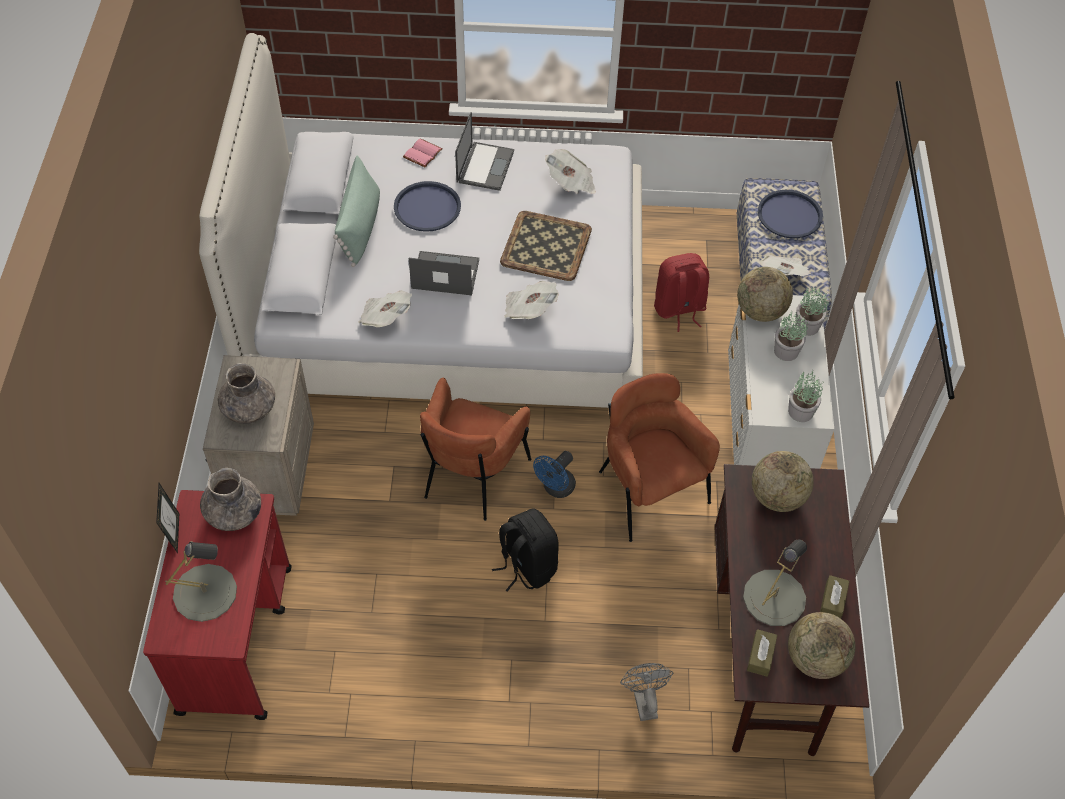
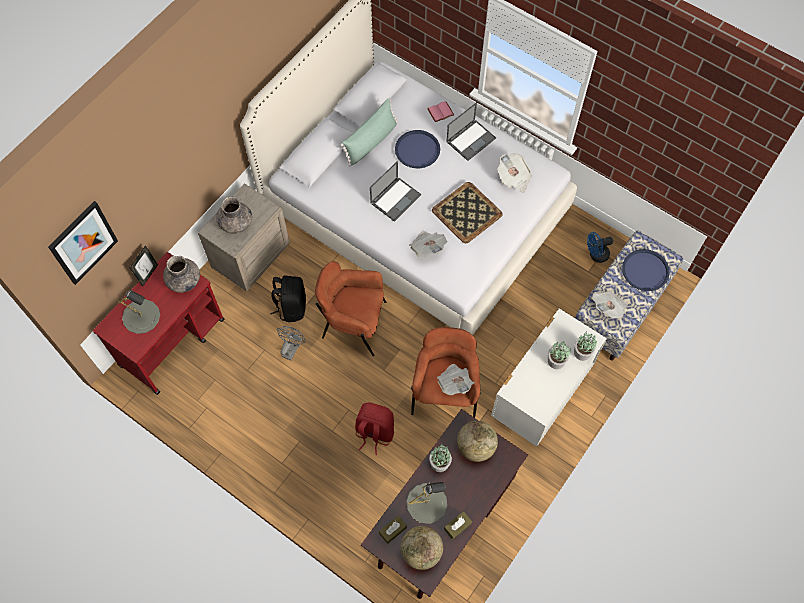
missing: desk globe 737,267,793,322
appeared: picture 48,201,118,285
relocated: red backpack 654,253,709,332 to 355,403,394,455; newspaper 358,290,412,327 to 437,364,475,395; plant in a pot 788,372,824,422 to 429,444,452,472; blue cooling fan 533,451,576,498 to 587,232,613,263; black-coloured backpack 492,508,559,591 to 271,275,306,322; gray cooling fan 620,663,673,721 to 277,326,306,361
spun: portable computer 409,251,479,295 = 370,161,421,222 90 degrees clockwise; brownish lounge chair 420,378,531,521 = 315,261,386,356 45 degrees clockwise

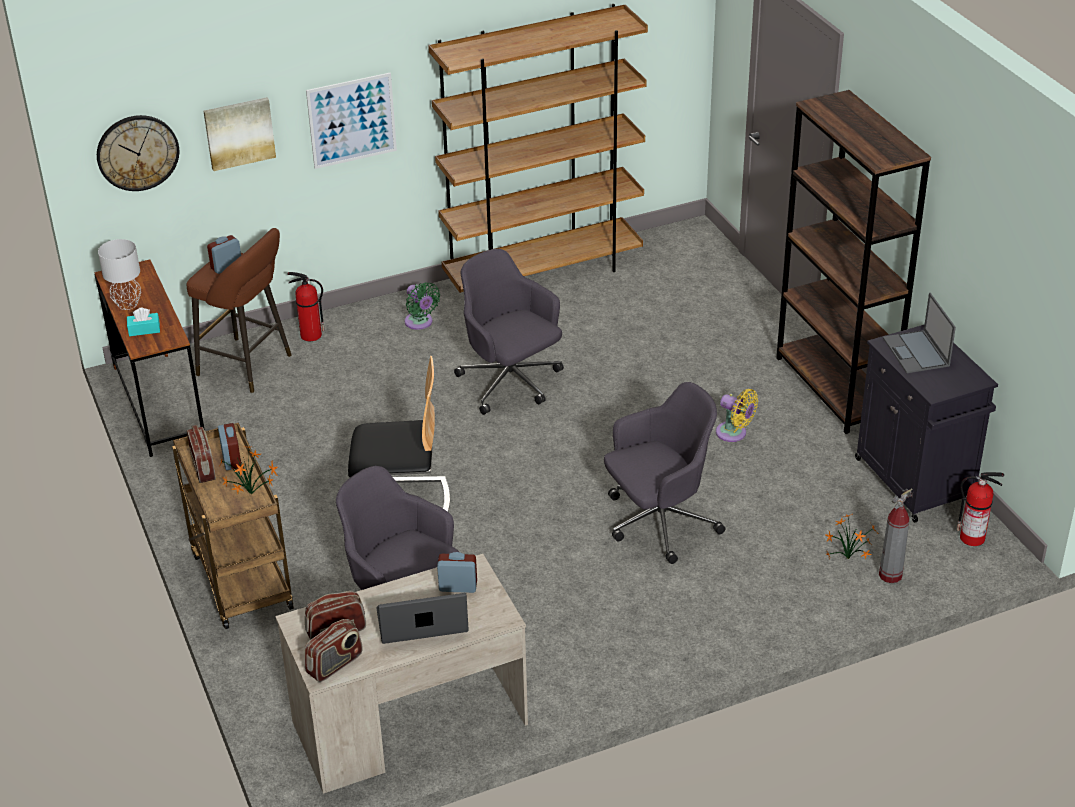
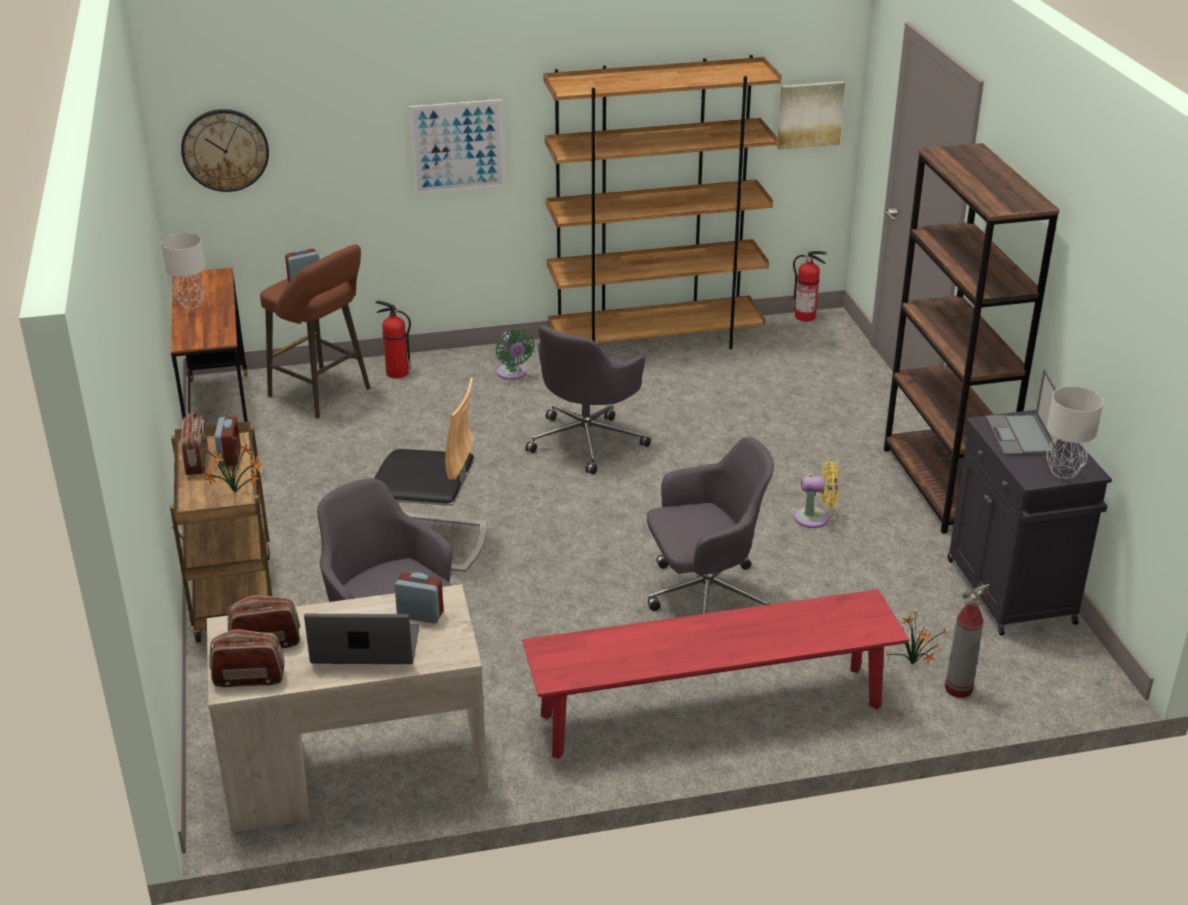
missing: turquoise-coloured box of tissues 127,307,160,336
appeared: gray table lamp 1046,386,1103,479; red long seat 522,589,909,759
relocated: picture 203,97,276,171 to 777,81,845,150; fire extinguisher 957,472,1004,546 to 793,251,827,321
spun: gray desk chair 454,249,564,415 = 525,325,651,475 120 degrees counterclockwise; yellowish cooling fan 716,389,758,442 = 794,461,839,528 45 degrees counterclockwise; radio receiver 305,619,363,682 = 209,629,285,687 150 degrees counterclockwise

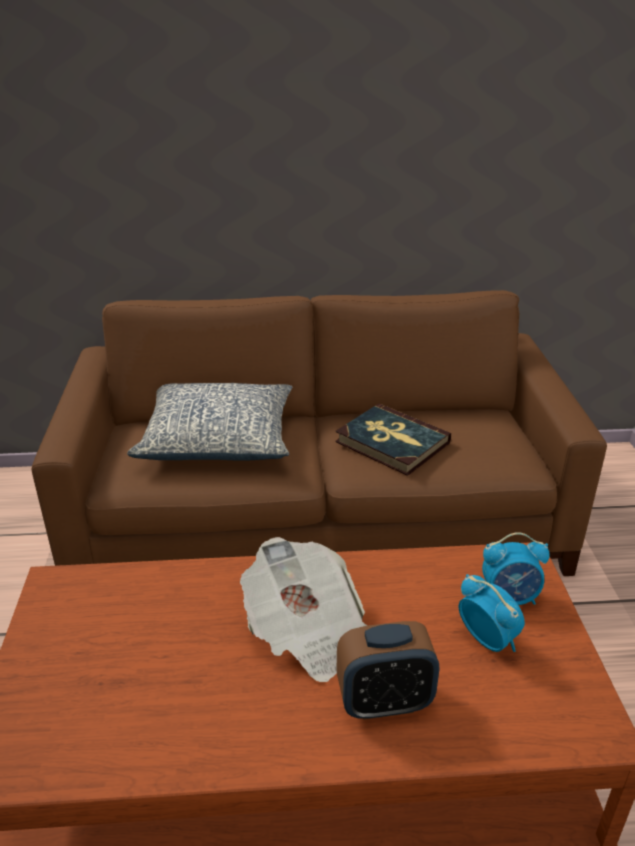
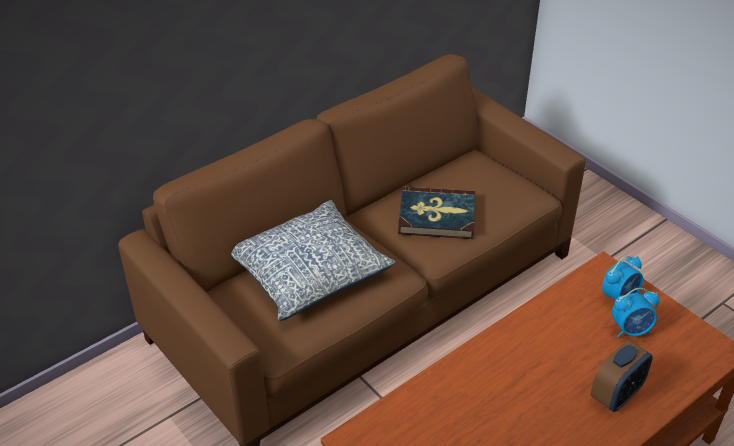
missing: newspaper 240,537,368,682
spun: alarm clock 459,574,525,652 = 612,288,659,338 150 degrees clockwise

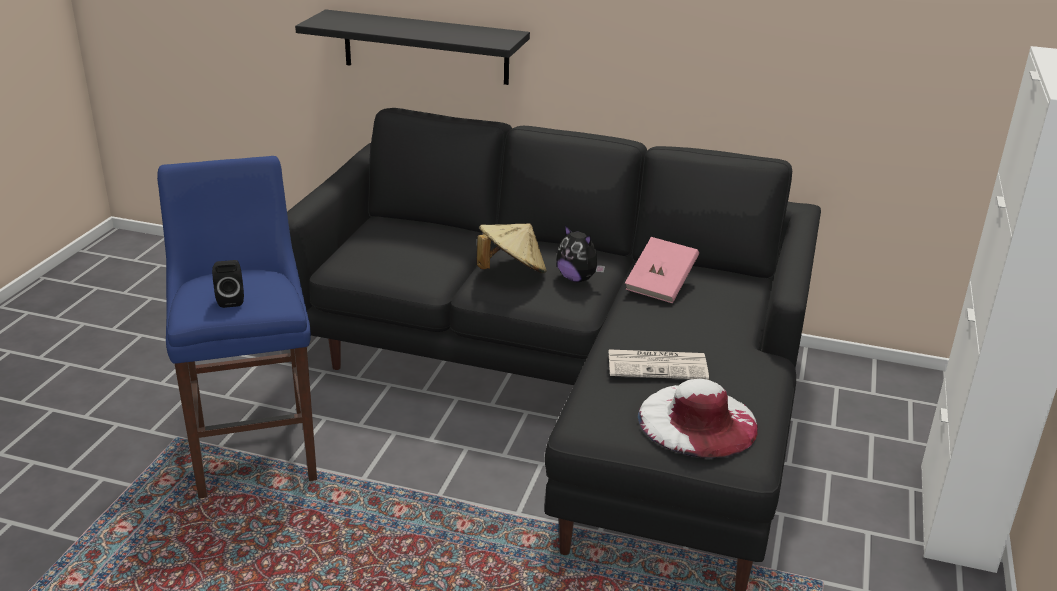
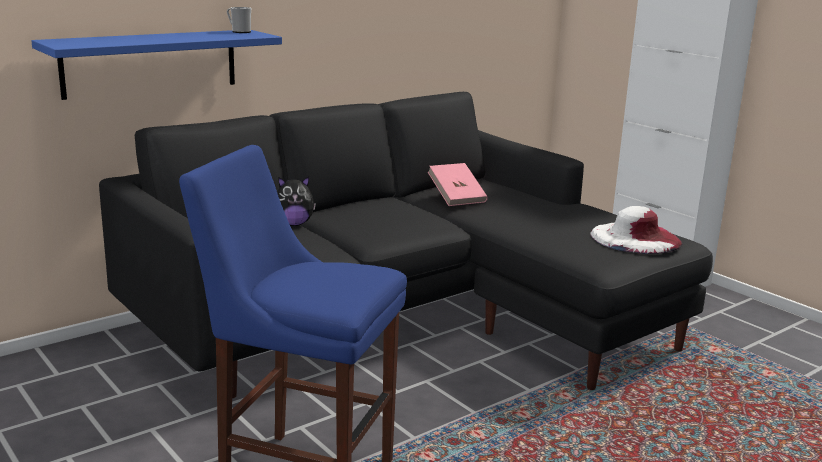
missing: sand-coloured wearable hat 476,223,547,273; black-coloured speaker 212,260,244,308; newspaper 608,349,709,380
appeared: tea mug 227,7,251,33
relocated: plush toy 556,225,605,282 to 277,176,316,226
colour: black-coloured shelf 295,9,530,85 to blue shelf 31,30,282,100

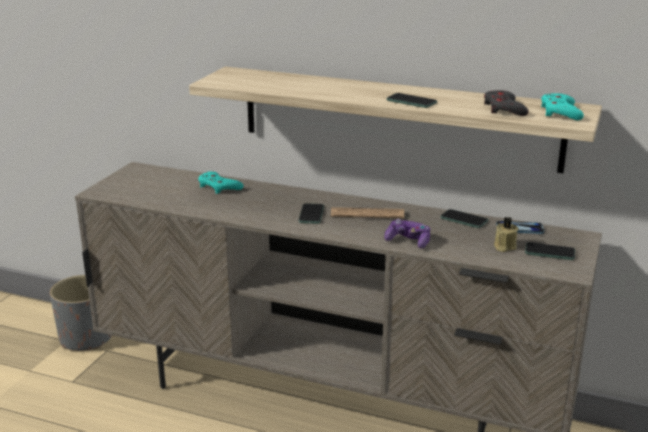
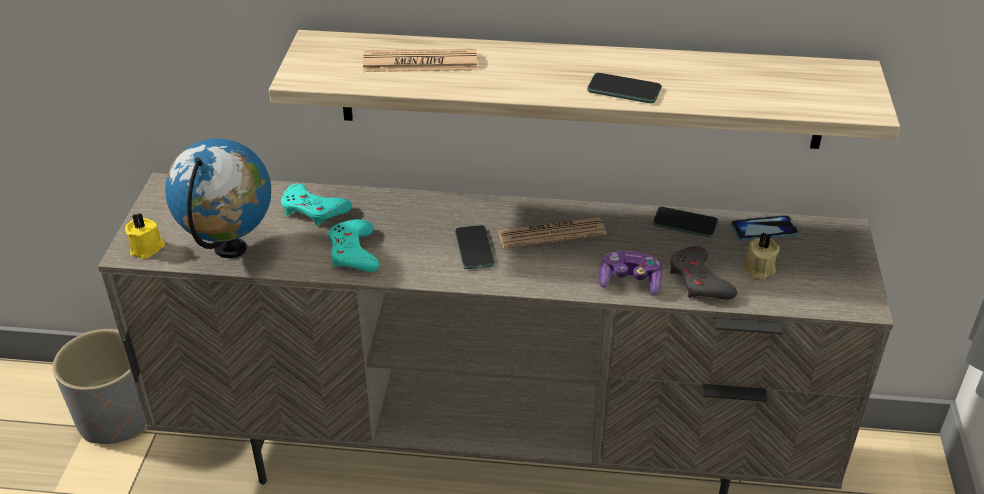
missing: handset 525,242,575,260
appeared: newspaper 363,49,477,72; desk globe 165,138,271,258; yellowish wax light 125,213,165,259
relocated: gray gamepad 484,90,529,116 to 670,246,737,300; turquoise-coloured gamepad 541,93,584,120 to 328,219,379,272

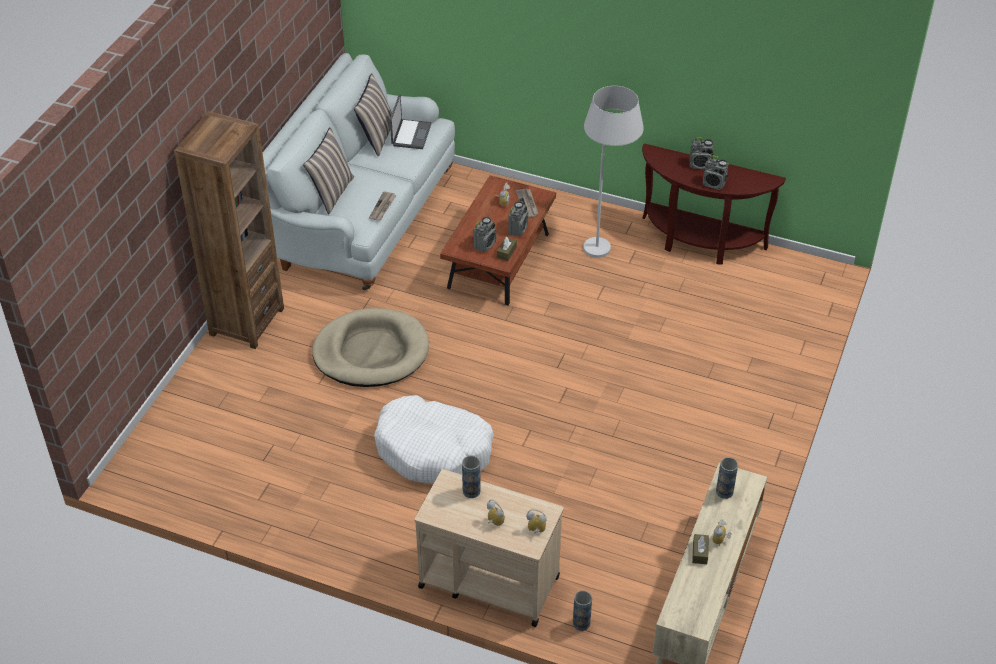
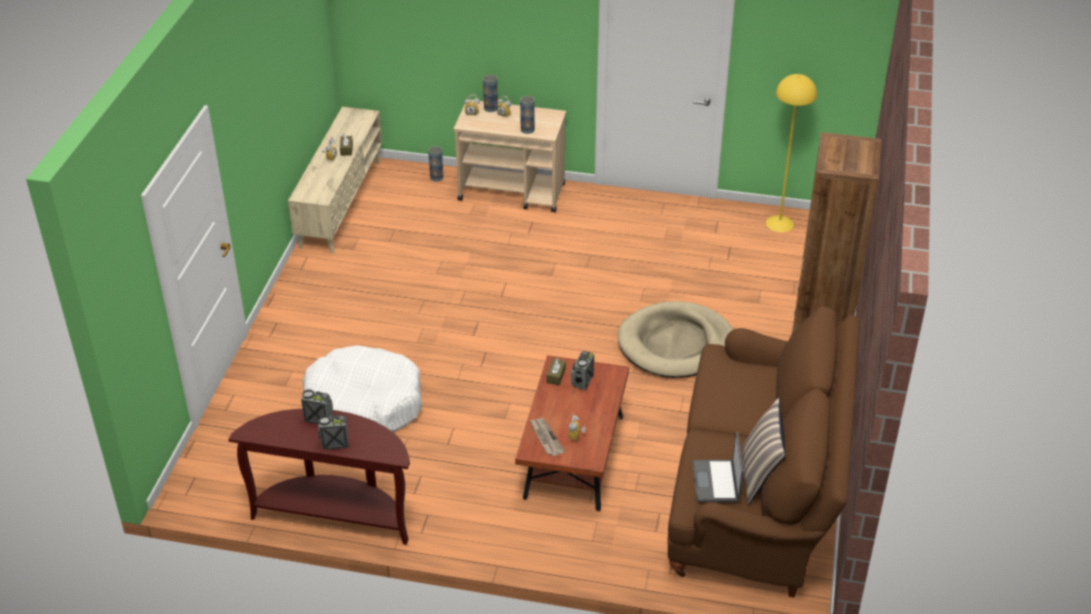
missing: whitish standard lamp 583,86,644,258; pillow 303,127,354,214; newspaper 369,191,397,221; radio receiver 508,201,528,236
appeared: yellowish standard lamp 766,74,817,232
relocated: whitish dog cushion 374,395,494,484 to 302,345,422,432; flower vase 716,457,738,499 to 483,75,498,112
colour: whitish sofa 263,53,455,290 to brownish sofa 668,306,860,598

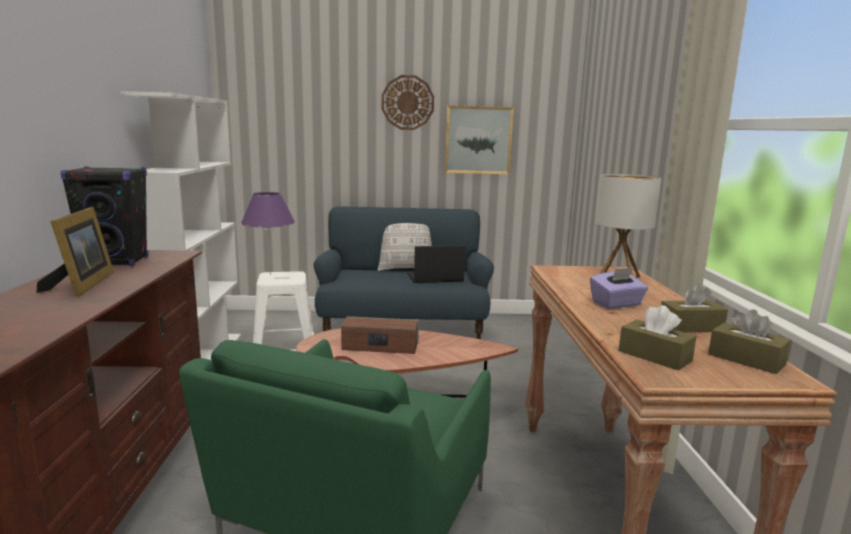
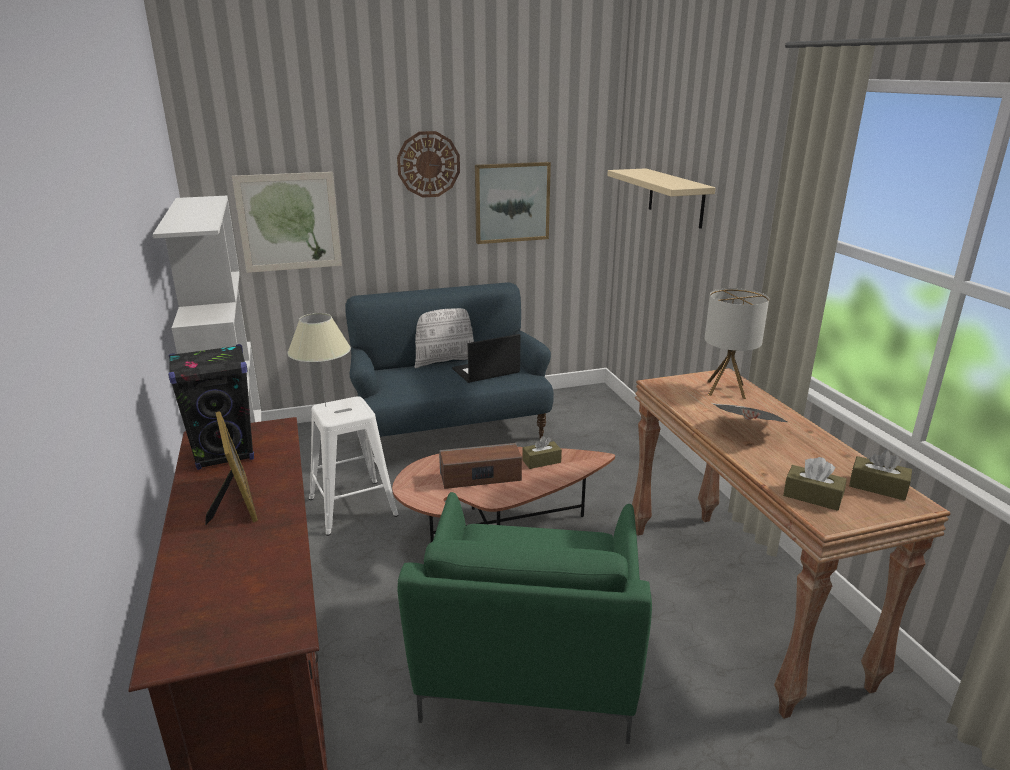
appeared: sand-coloured shelf 607,168,716,229; picture 232,172,342,273
relocated: brownish box of tissues 661,284,728,332 to 522,436,562,469
exchanged: purple box of tissues 590,268,648,309 to newspaper 712,403,787,422
colour: purple table lamp 241,192,295,275 to sand-coloured table lamp 287,313,351,407

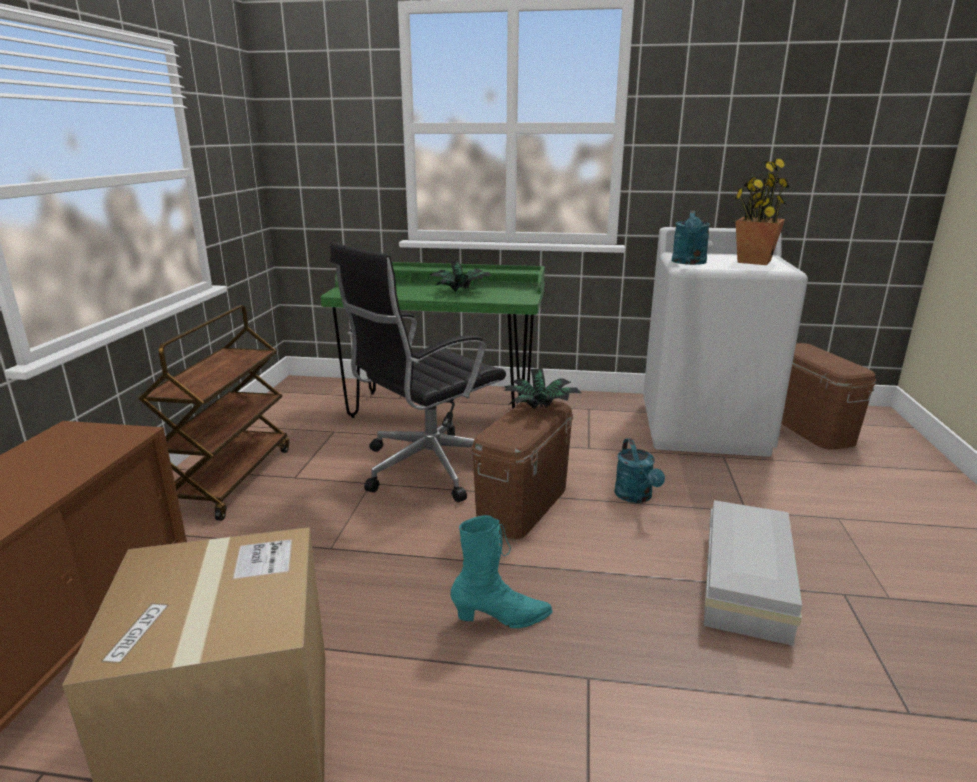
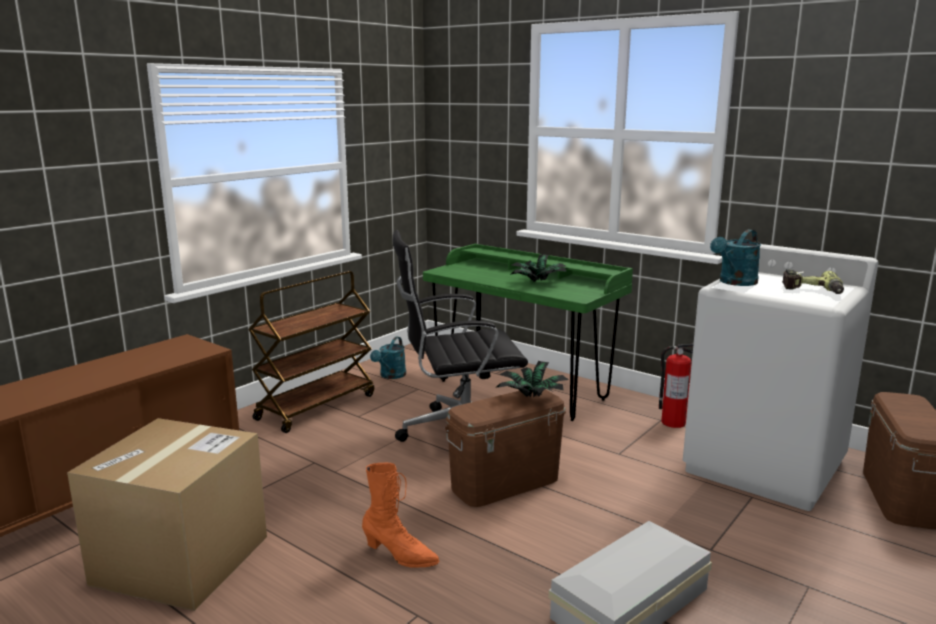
appeared: fire extinguisher 659,344,693,428
relocated: turquoise-coloured sprinkling can 614,438,665,503 to 370,336,406,379
exchanged: plant in a pot 735,159,790,265 to power drill 782,270,844,294
colour: turquoise-coloured high-top boot 450,515,553,628 to orange high-top boot 362,463,439,568

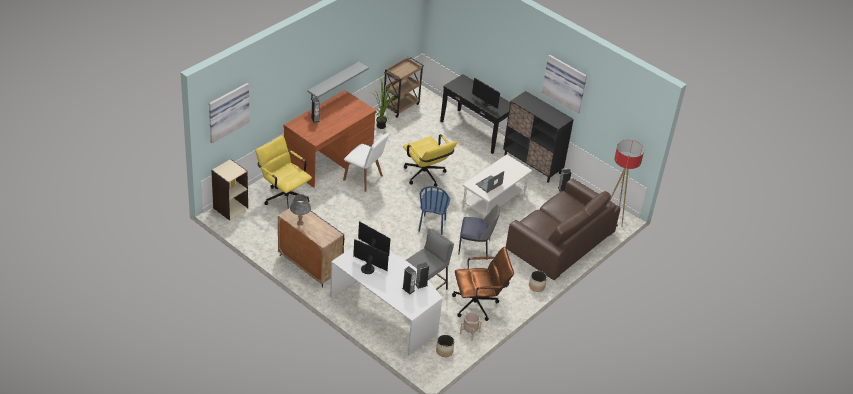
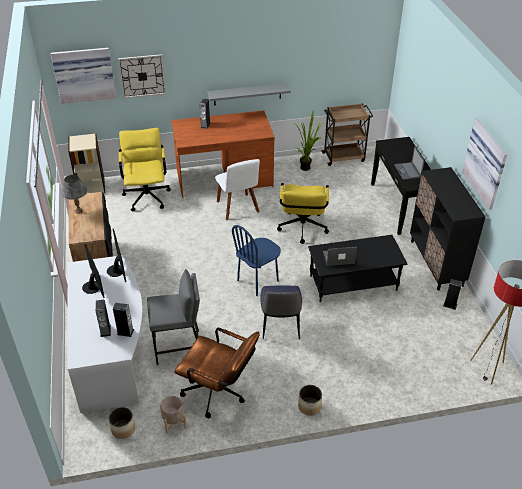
missing: brownish sofa 506,178,621,280
appeared: hanging clock 118,54,166,98
exchanged: computer screen 472,77,500,109 to portable computer 394,146,424,180
colour: whitish low table 463,154,533,217 to black-coloured low table 308,235,407,302
spun: upright chair 459,204,500,257 = 260,285,302,339 45 degrees clockwise

